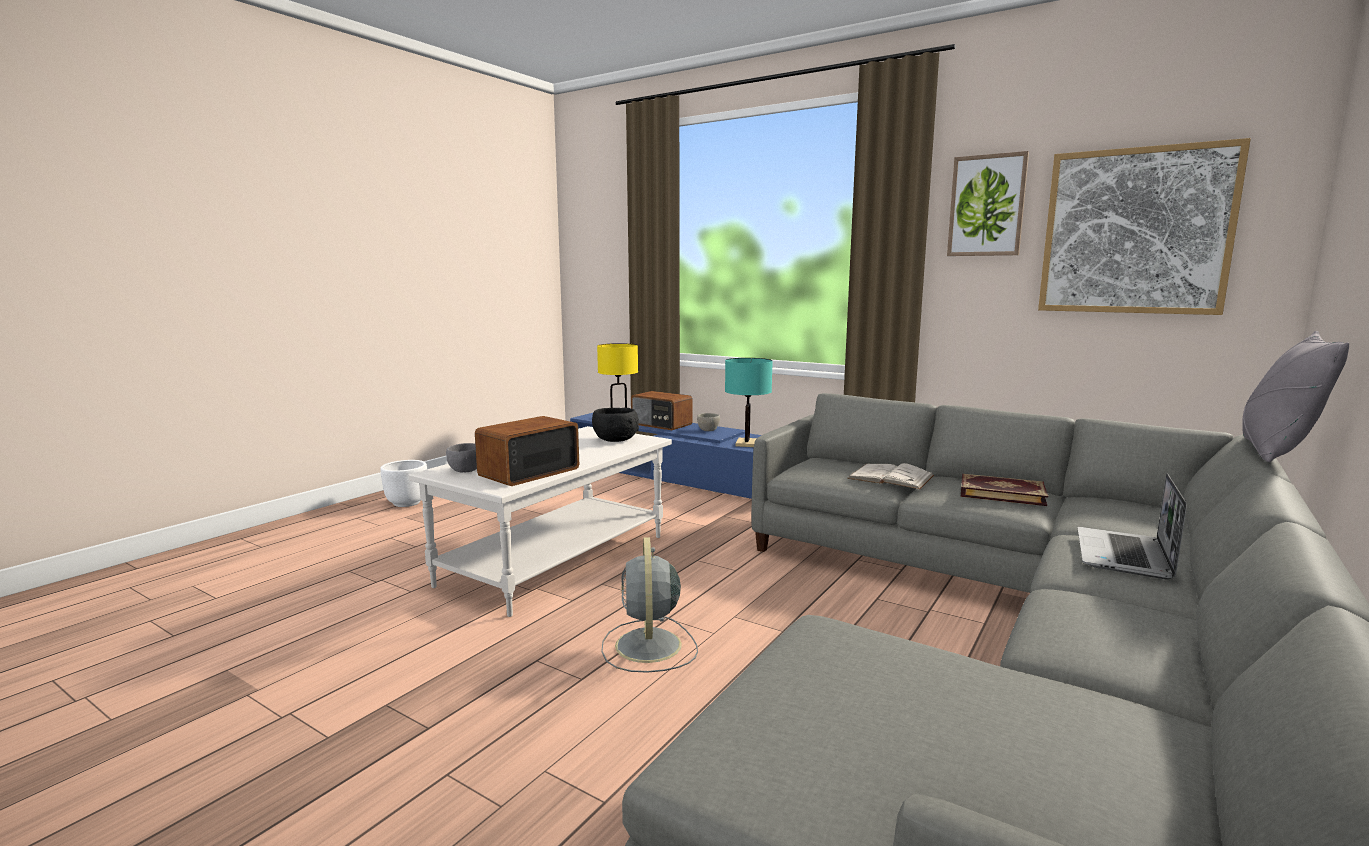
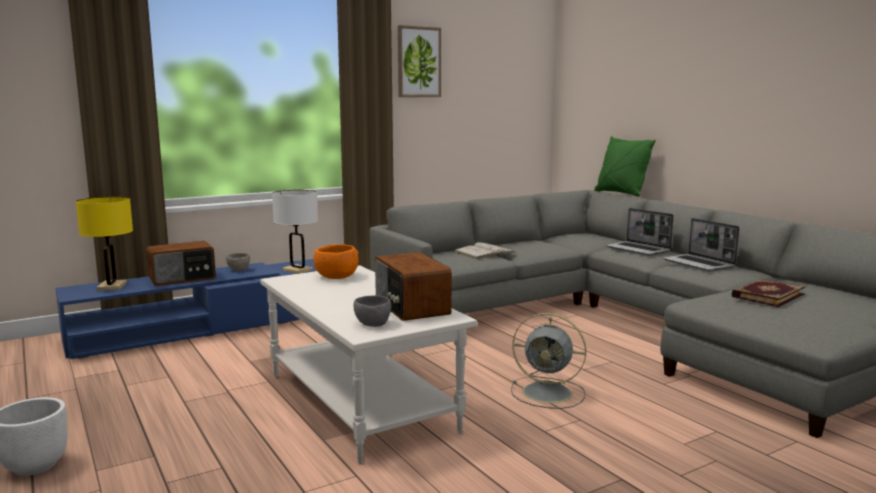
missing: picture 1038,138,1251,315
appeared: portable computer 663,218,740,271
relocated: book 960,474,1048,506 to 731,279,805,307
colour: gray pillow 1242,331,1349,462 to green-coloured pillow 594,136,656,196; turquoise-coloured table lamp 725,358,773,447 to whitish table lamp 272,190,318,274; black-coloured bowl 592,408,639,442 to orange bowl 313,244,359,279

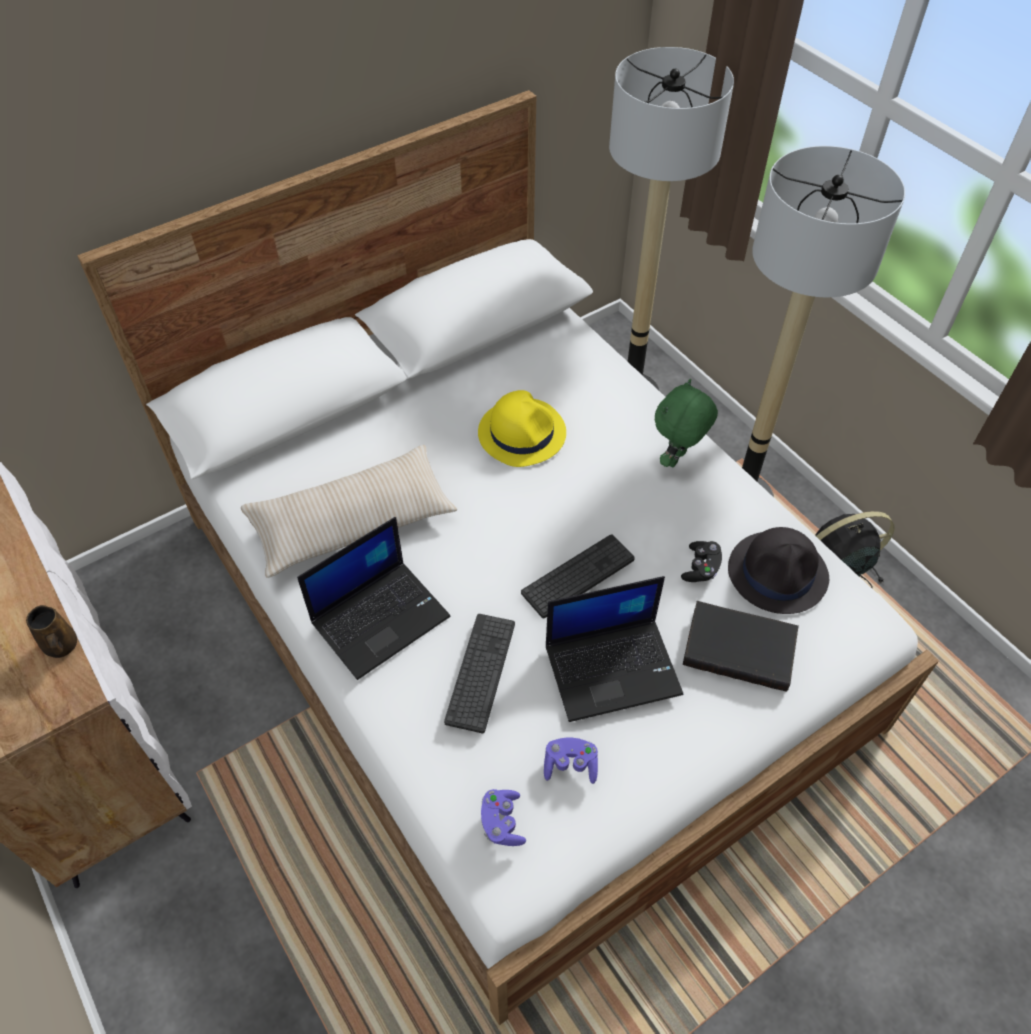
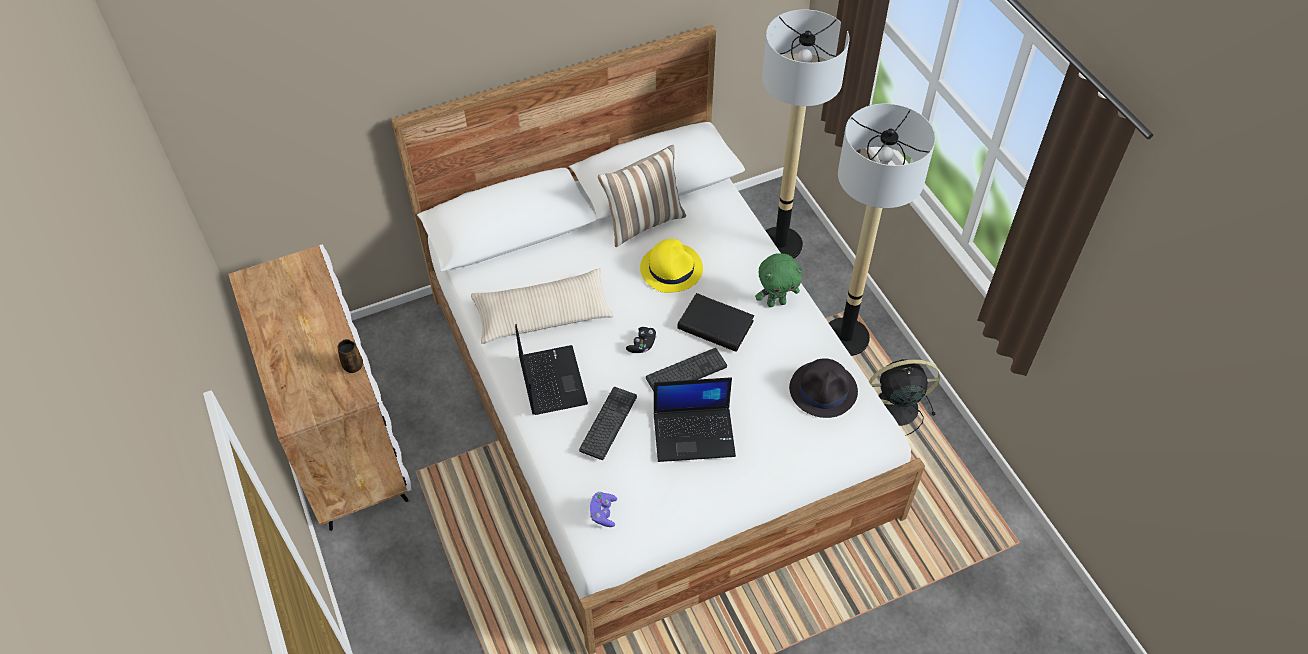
missing: purple gamepad 544,737,598,784
appeared: pillow 598,145,686,247
relocated: black-coloured gamepad 681,541,722,582 to 626,327,657,353; black-coloured book 683,601,799,692 to 677,293,754,352
spun: green-coloured plush toy 655,379,718,467 = 755,253,803,307 150 degrees counterclockwise; portable computer 297,517,450,680 = 515,324,588,415 75 degrees counterclockwise

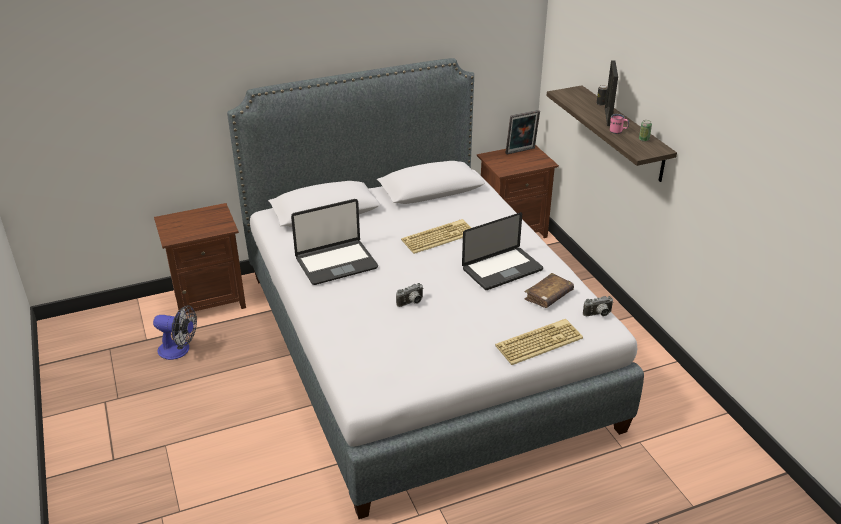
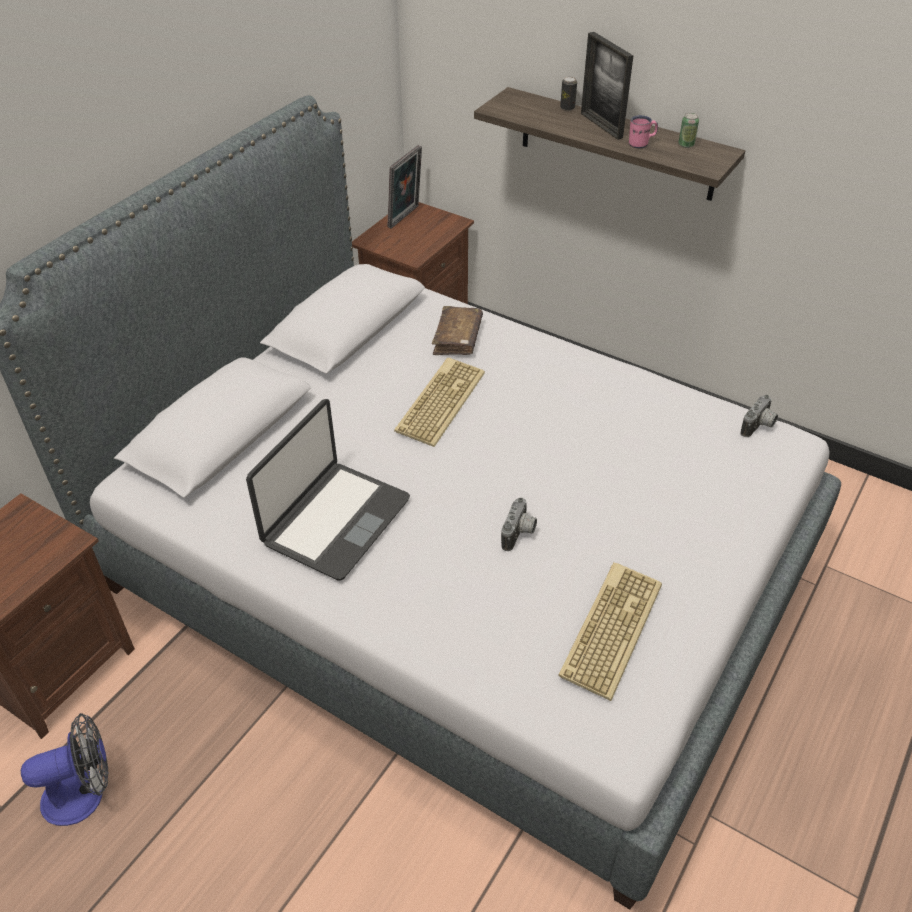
missing: portable computer 462,212,543,290
relocated: brownish book 524,273,574,308 to 432,306,483,355; keyboard 495,319,583,365 to 558,562,662,701

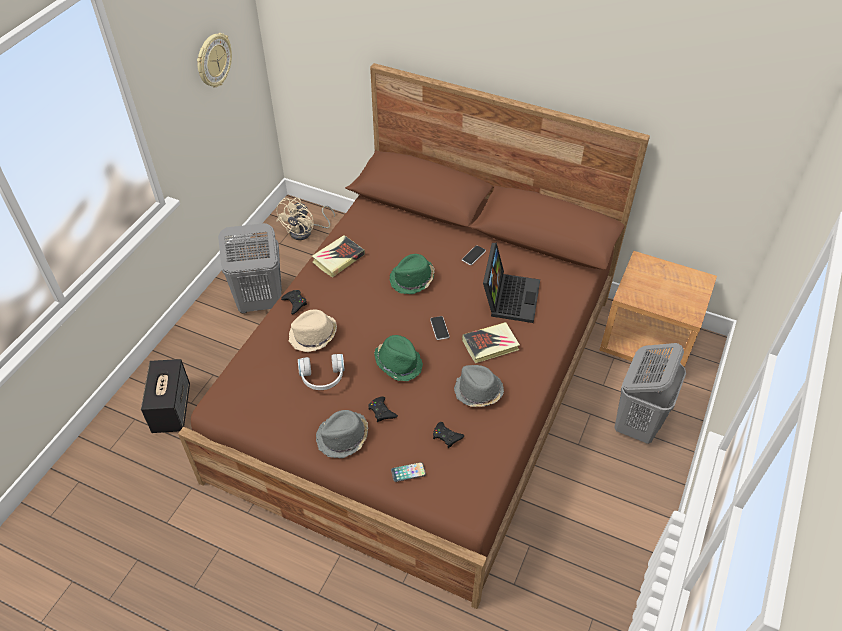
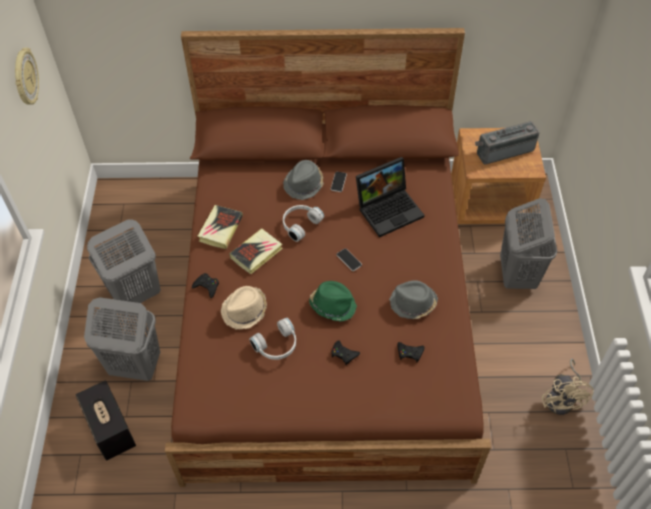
missing: handset 391,462,426,482
appeared: radio receiver 475,121,539,165; gray laundry basket 84,297,160,381
relocated: sand-coloured cooling fan 276,198,335,240 to 542,359,594,415; book 462,322,520,363 to 229,228,283,274; gray wearable hat 316,410,368,458 to 283,160,324,200
exchanged: green-coloured wearable hat 390,254,434,294 to whitish headset 283,205,324,242
spun: portable computer 483,243,540,323 = 356,157,425,237 75 degrees clockwise

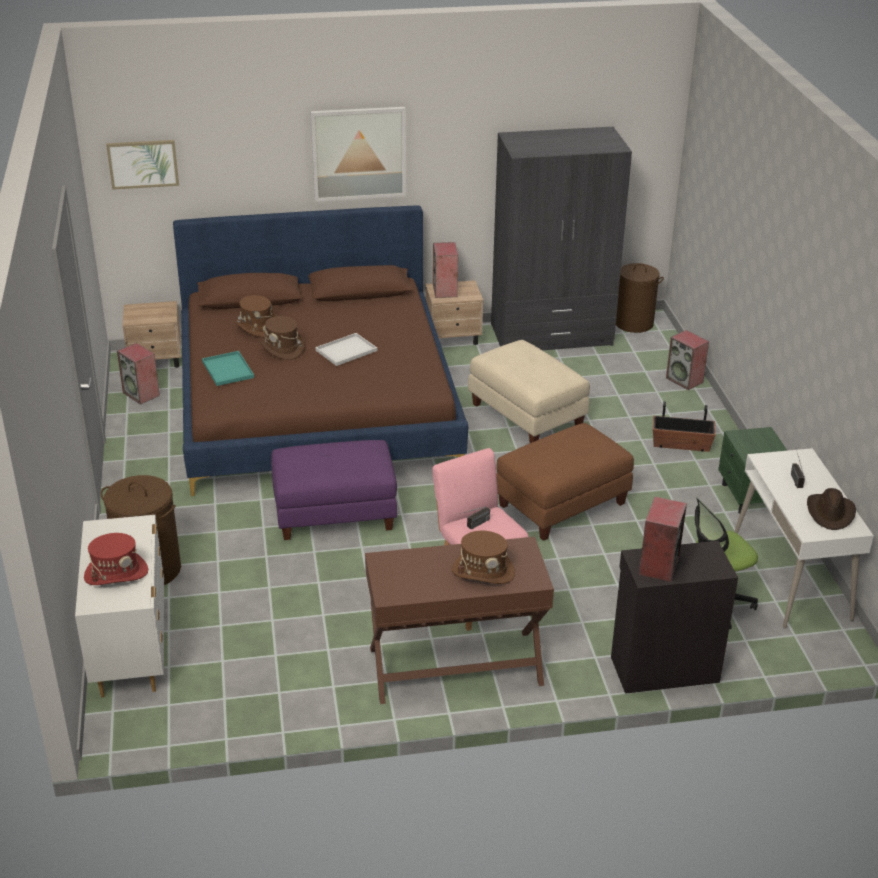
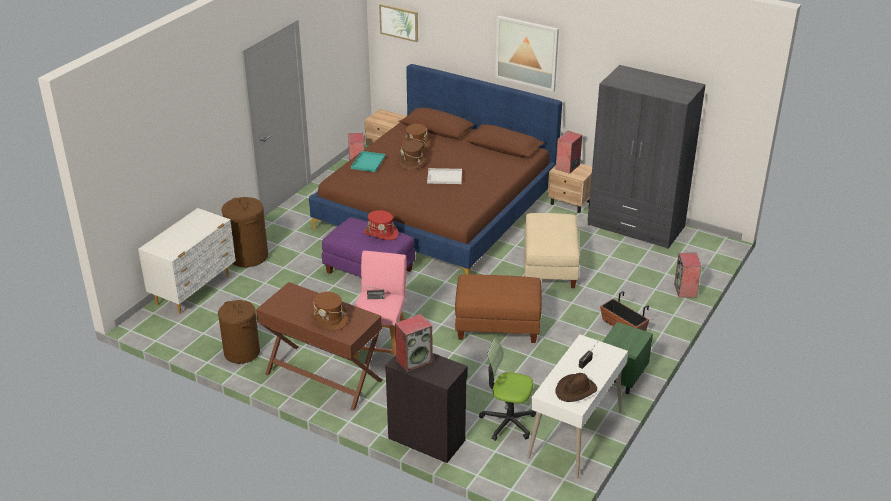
relocated: brownish laundry basket 616,263,664,333 to 218,300,260,364; red wearable hat 84,533,148,585 to 364,210,398,240

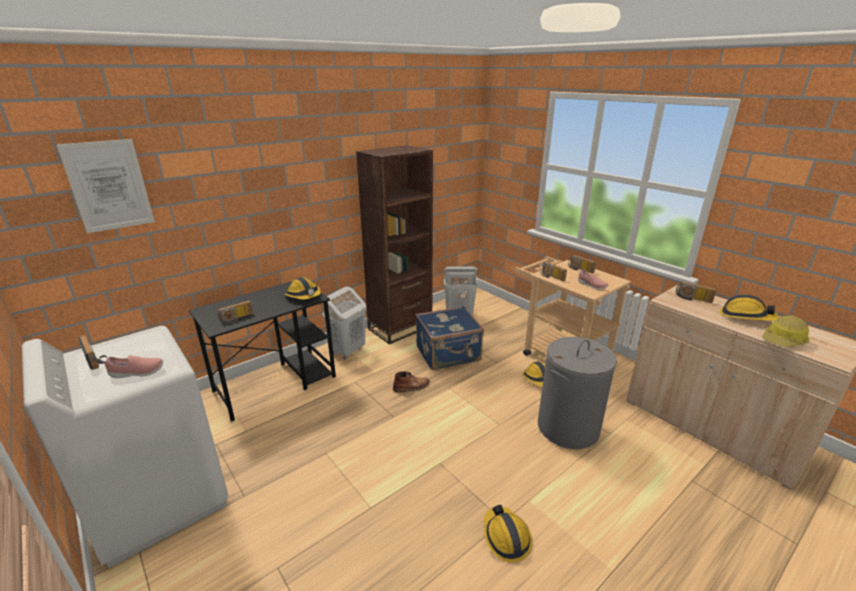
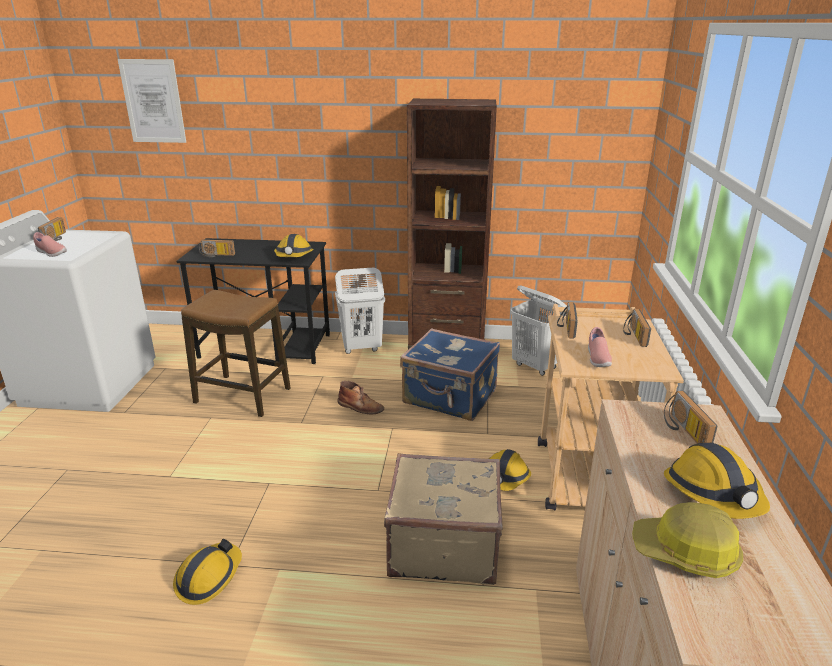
appeared: stool 181,290,291,417
exchanged: gray laundry basket 538,337,617,449 to sand-coloured piece of luggage 384,453,503,585

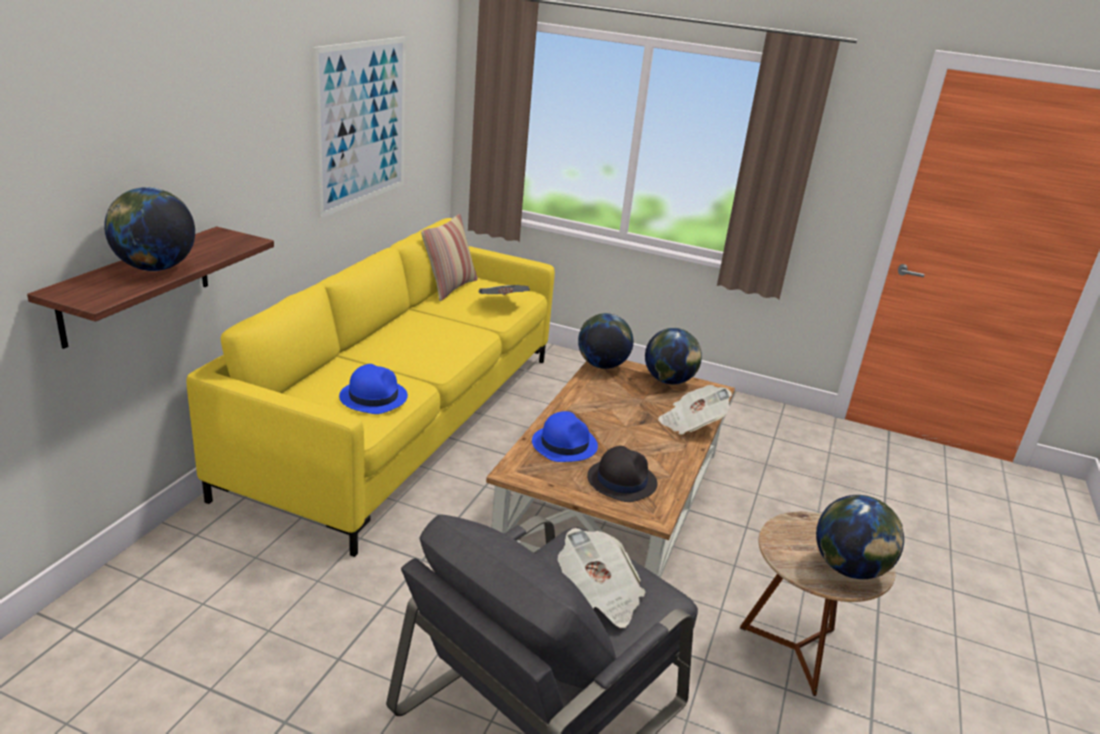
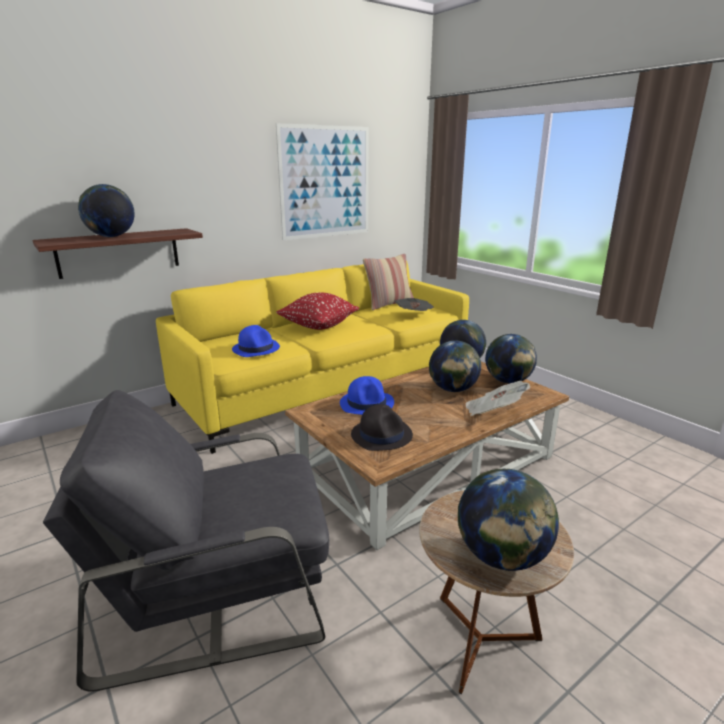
missing: newspaper 558,528,646,628
appeared: red pillow 276,293,359,330; desk globe 429,340,481,392

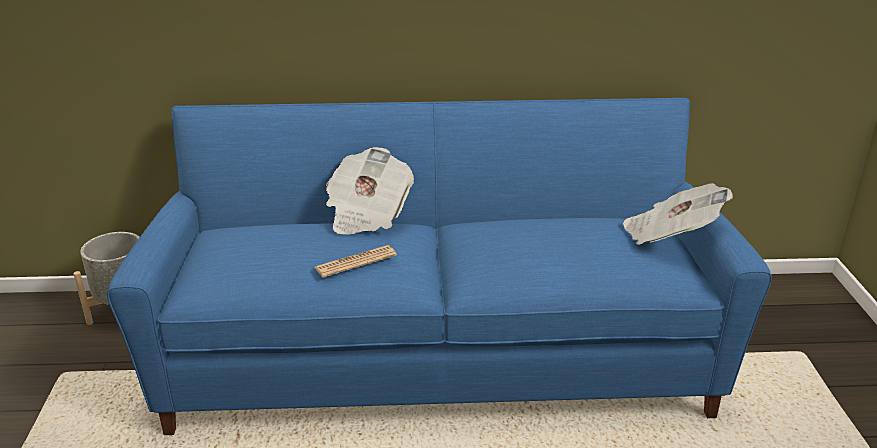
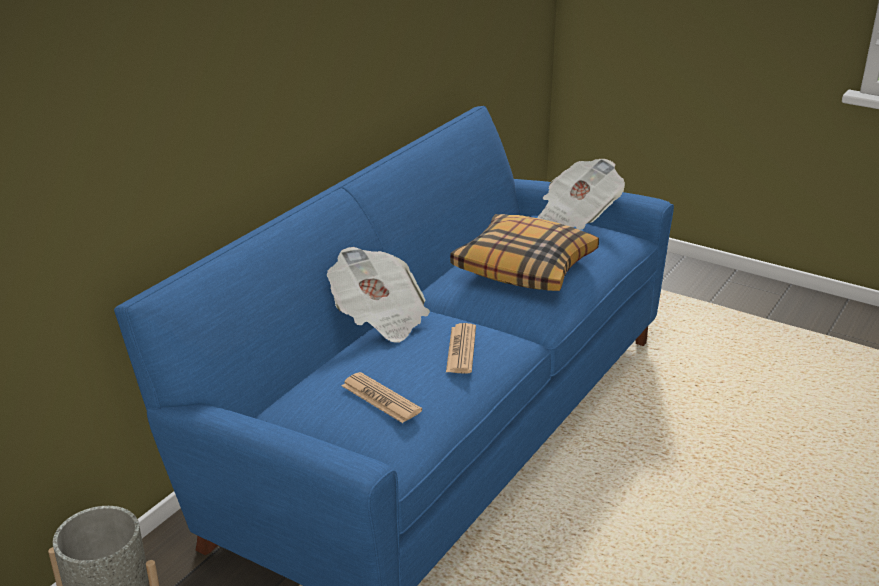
appeared: pillow 450,214,599,291; newspaper 342,372,422,423

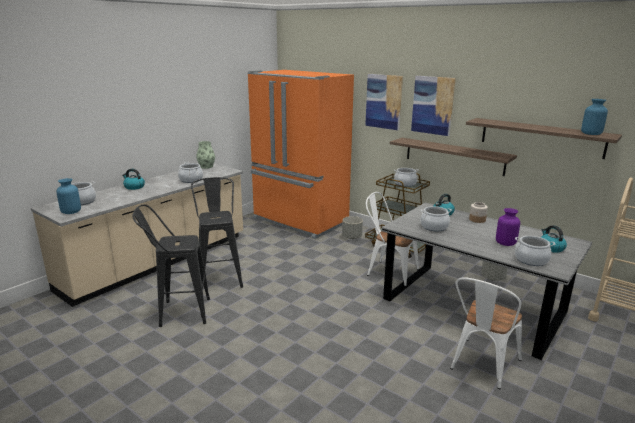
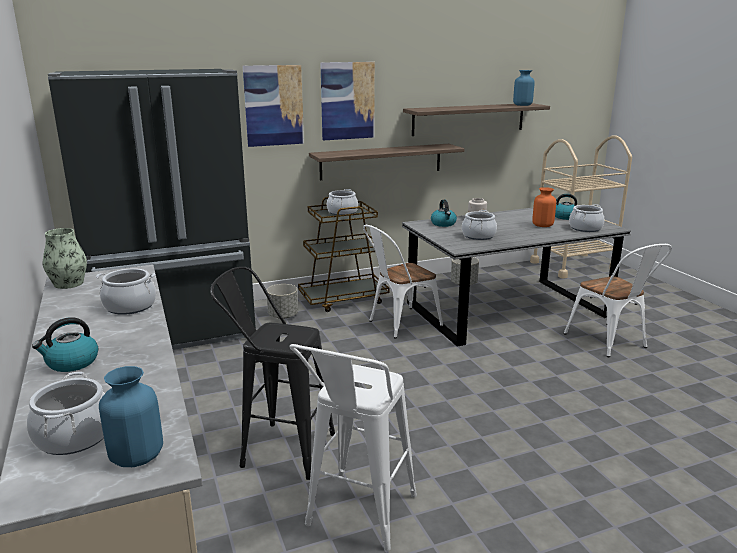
colour: orange refrigerator 247,70,354,239 to black-coloured refrigerator 48,69,256,350; black-coloured stool 132,204,210,327 to whitish stool 289,344,417,551; purple flower vase 496,208,520,246 to orange flower vase 532,187,556,227

